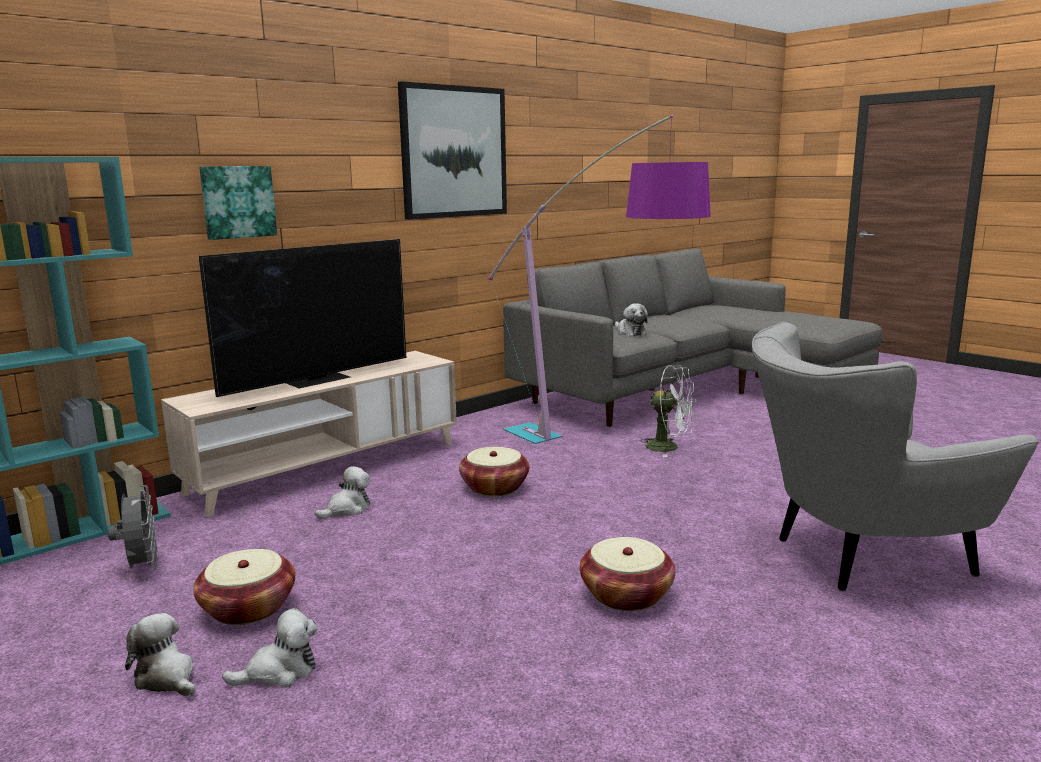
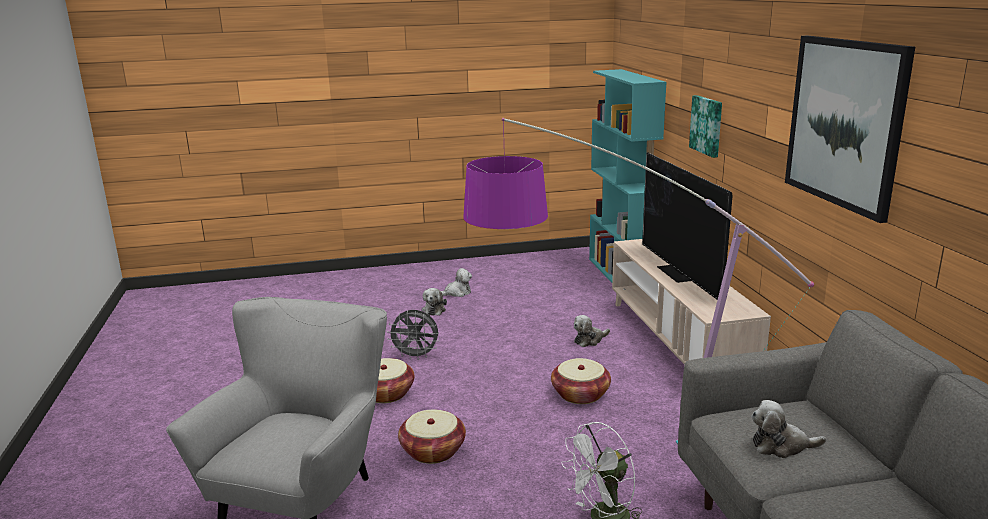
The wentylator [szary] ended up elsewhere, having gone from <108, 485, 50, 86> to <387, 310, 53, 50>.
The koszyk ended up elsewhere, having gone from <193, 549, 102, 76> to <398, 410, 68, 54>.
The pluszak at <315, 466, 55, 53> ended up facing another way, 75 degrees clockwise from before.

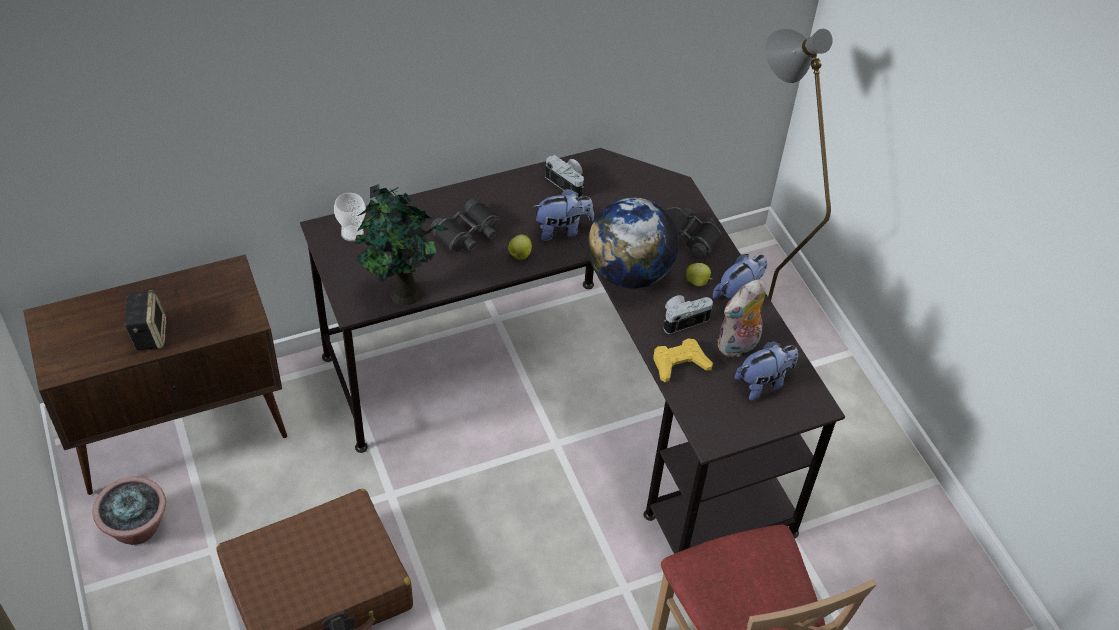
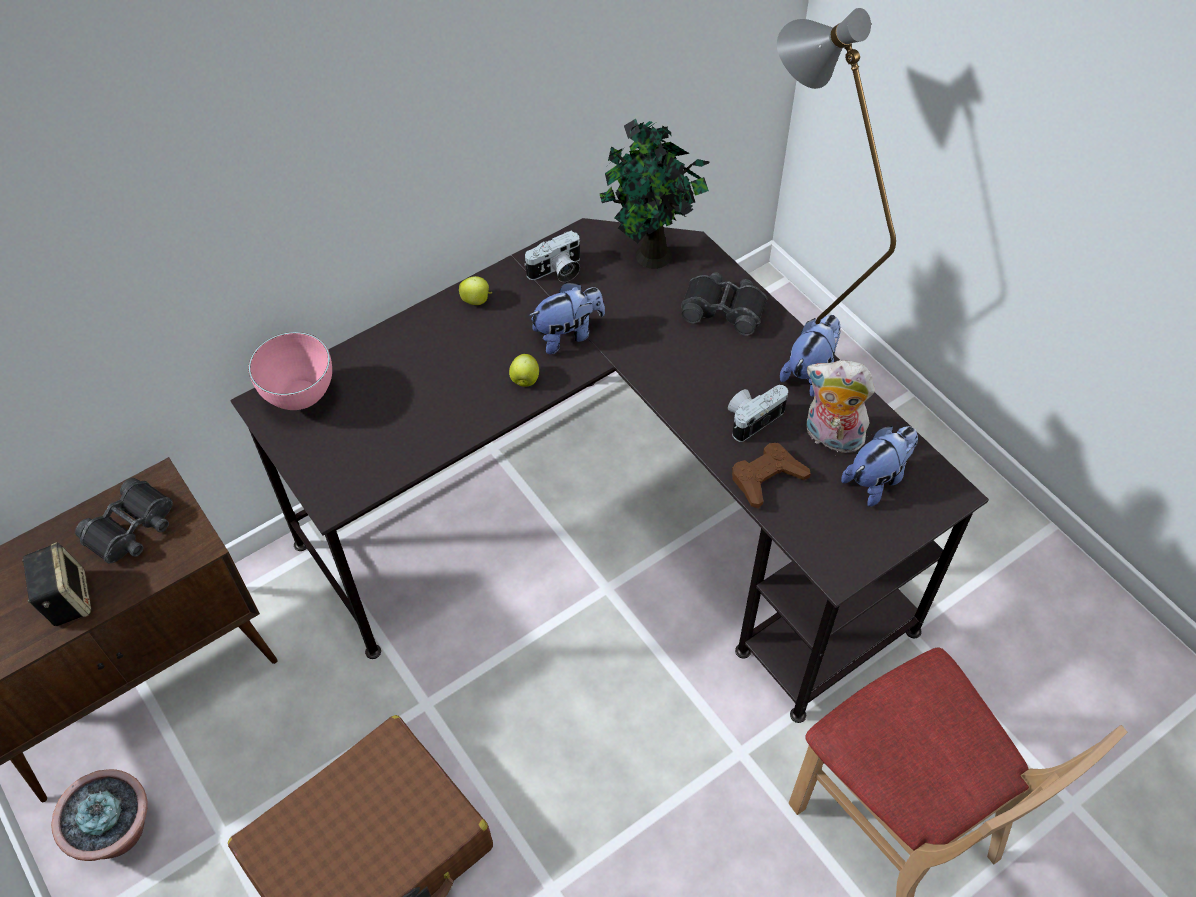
The lornetka [czarny] ended up elsewhere, having gone from <431, 198, 69, 53> to <75, 478, 98, 85>.
Where the filiżanka stood at <334, 193, 32, 48>, the miska [różowy] came to stand at <248, 332, 84, 78>.
The jabłko ended up elsewhere, having gone from <686, 263, 27, 23> to <459, 276, 33, 29>.
The aparat fotograficzny at <545, 155, 39, 44> ended up facing another way, 120 degrees clockwise from before.
The roślina doniczkowa ended up elsewhere, having gone from <355, 184, 94, 121> to <600, 119, 110, 150>.
What was the pad do gier [żółty] at <653, 339, 60, 43> turned into the pad do gier [brązowy] at <732, 443, 79, 66>.
The pluszak at <717, 279, 48, 78> ended up facing another way, 75 degrees clockwise from before.
The second view lost the globus at <588, 198, 91, 91>.

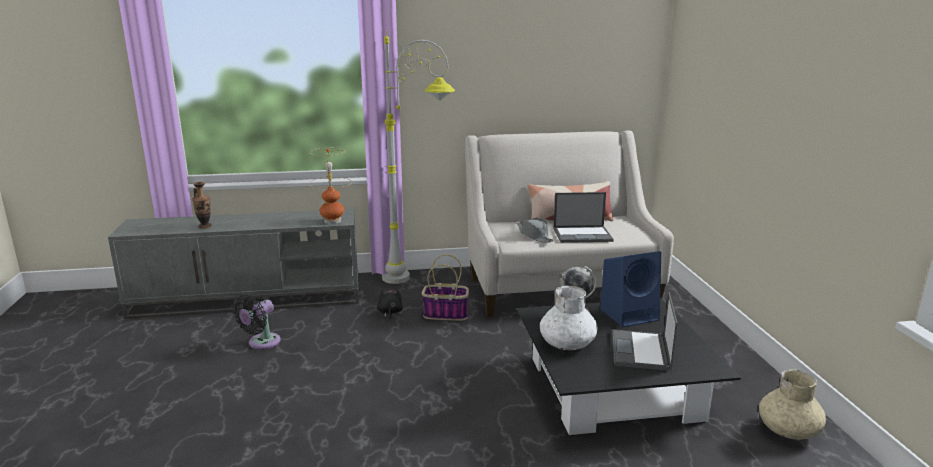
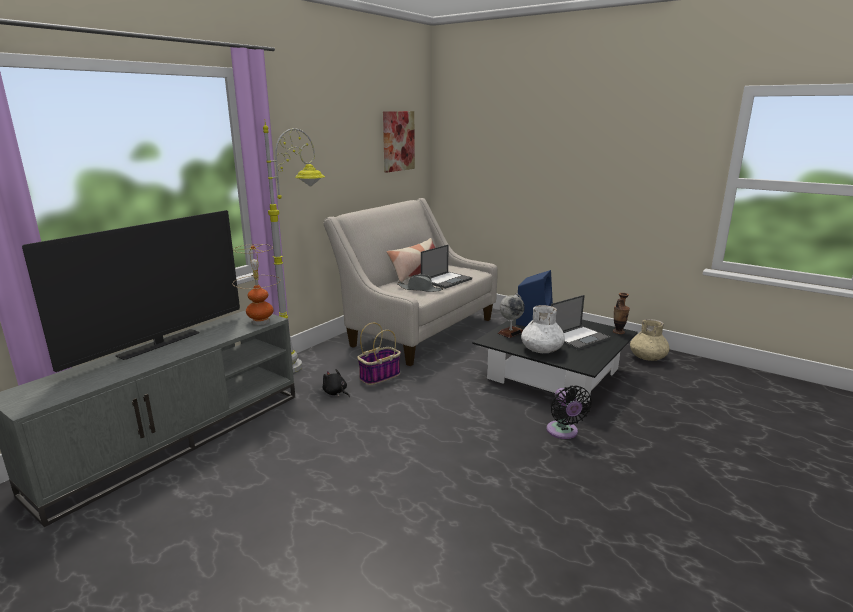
The second view gained the telewizor at <22, 210, 218, 162>.
The second view gained the obraz at <383, 111, 32, 62>.
The wentylator [czarny] ended up elsewhere, having gone from <234, 294, 47, 55> to <547, 386, 45, 53>.
The laptop at <612, 292, 66, 79> ended up facing another way, 90 degrees counterclockwise from before.
The wazon ended up elsewhere, having gone from <192, 182, 20, 47> to <613, 293, 17, 41>.

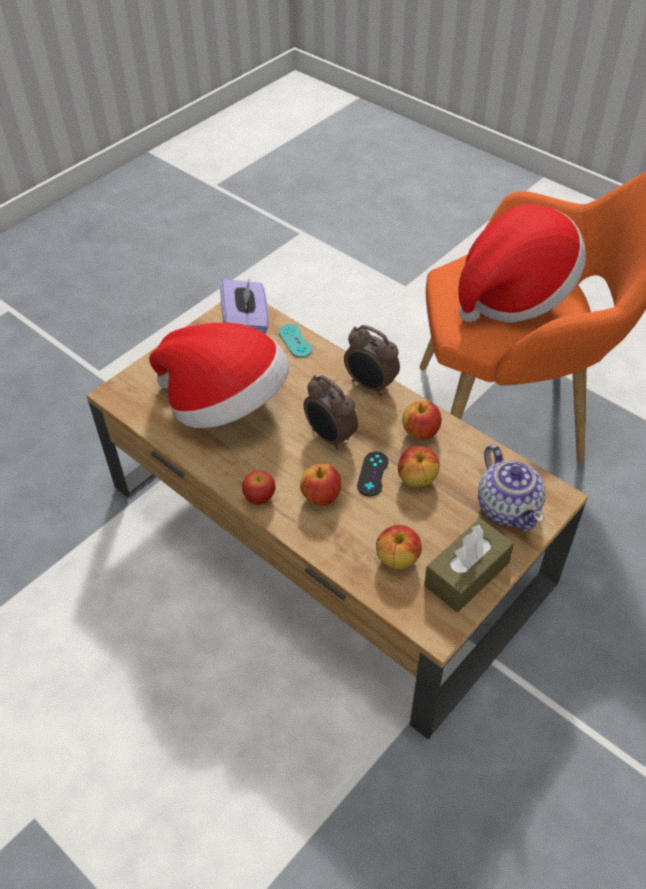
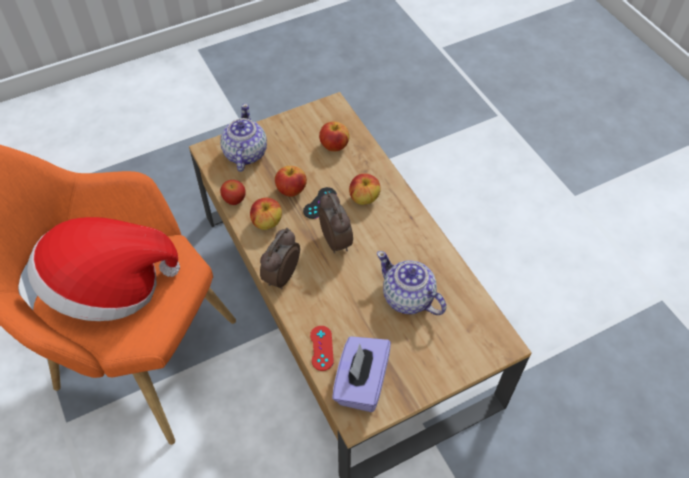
The jabłko ended up elsewhere, having gone from <242, 470, 34, 35> to <220, 180, 26, 25>.
The budzik at <344, 325, 56, 71> ended up facing another way, 120 degrees counterclockwise from before.
What was the pad do gier [turkusowy] at <279, 324, 33, 34> turned into the pad do gier [czerwony] at <310, 326, 24, 45>.
Where the kapelusz stood at <149, 323, 140, 105>, the imbryk came to stand at <377, 251, 69, 64>.
The second view lost the pudełko chusteczek [brązowy] at <424, 518, 90, 94>.

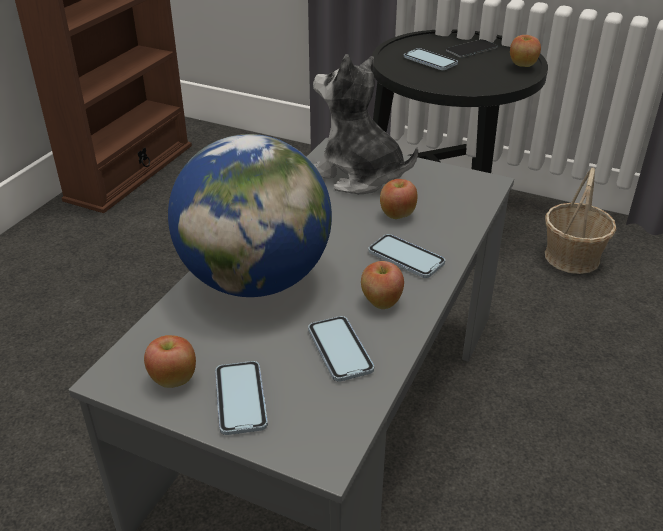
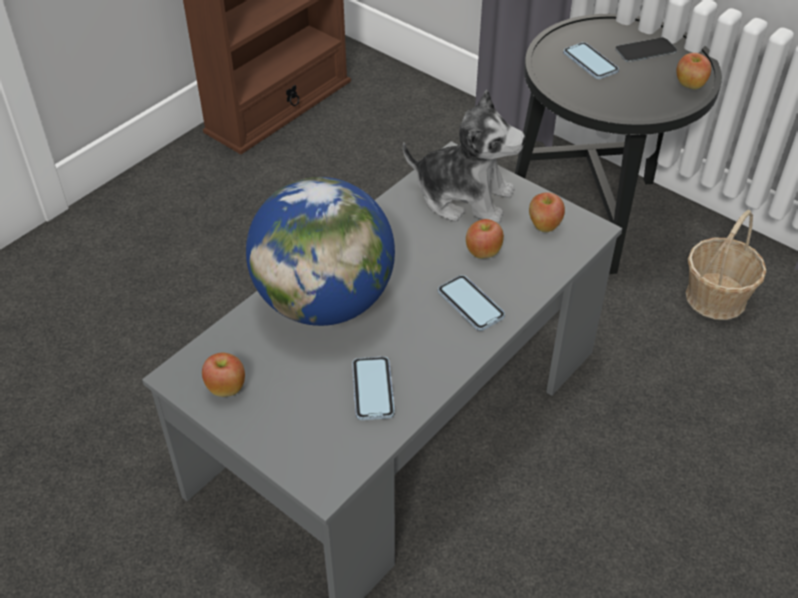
The pluszak at <313, 54, 105, 140> ended up facing another way, 150 degrees clockwise from before.
The jabłko ended up elsewhere, having gone from <361, 261, 43, 48> to <529, 192, 36, 40>.
The second view lost the telefon at <215, 361, 53, 74>.

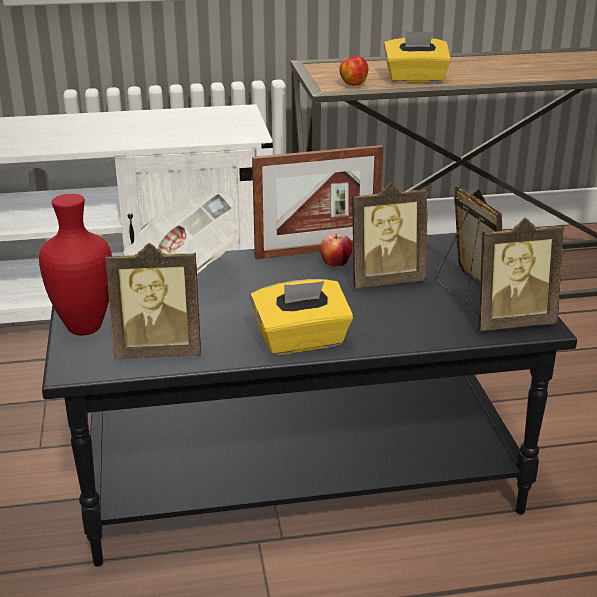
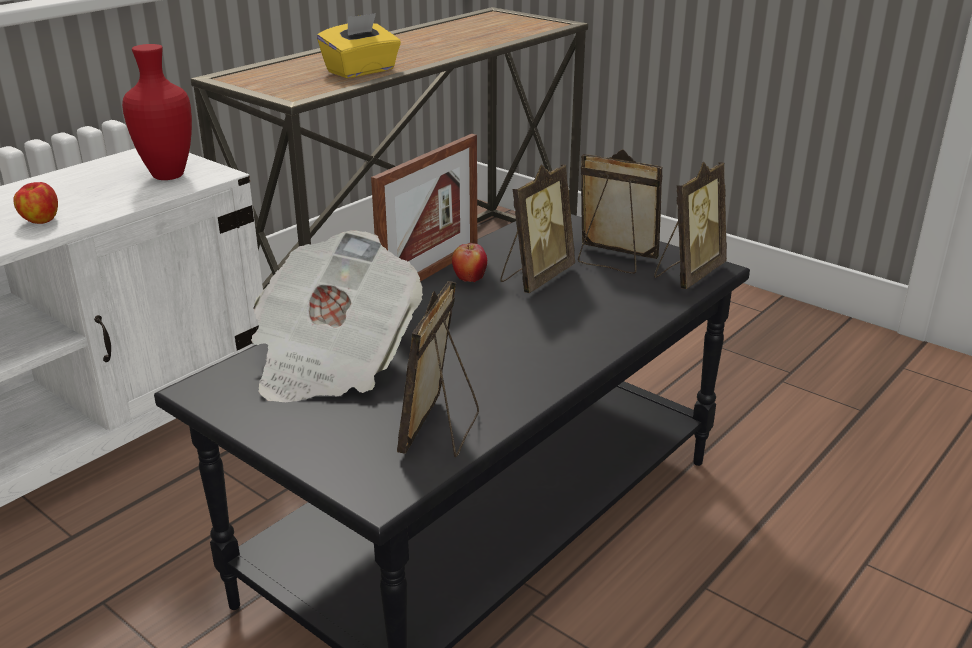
The jabłko ended up elsewhere, having gone from <339, 56, 29, 30> to <13, 182, 45, 42>.
The wazon [czerwony] ended up elsewhere, having gone from <39, 194, 73, 142> to <122, 44, 70, 136>.
The ramka na zdjęcie at <105, 243, 96, 116> ended up facing another way, 150 degrees clockwise from before.
The second view lost the pudełko chusteczek [żółty] at <250, 279, 103, 76>.

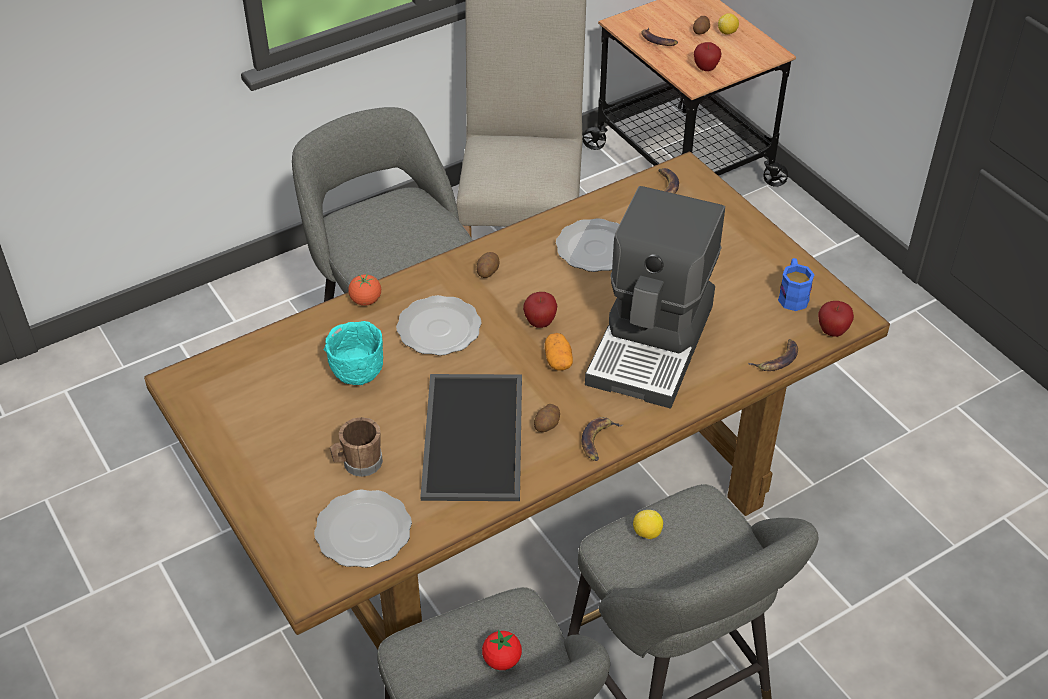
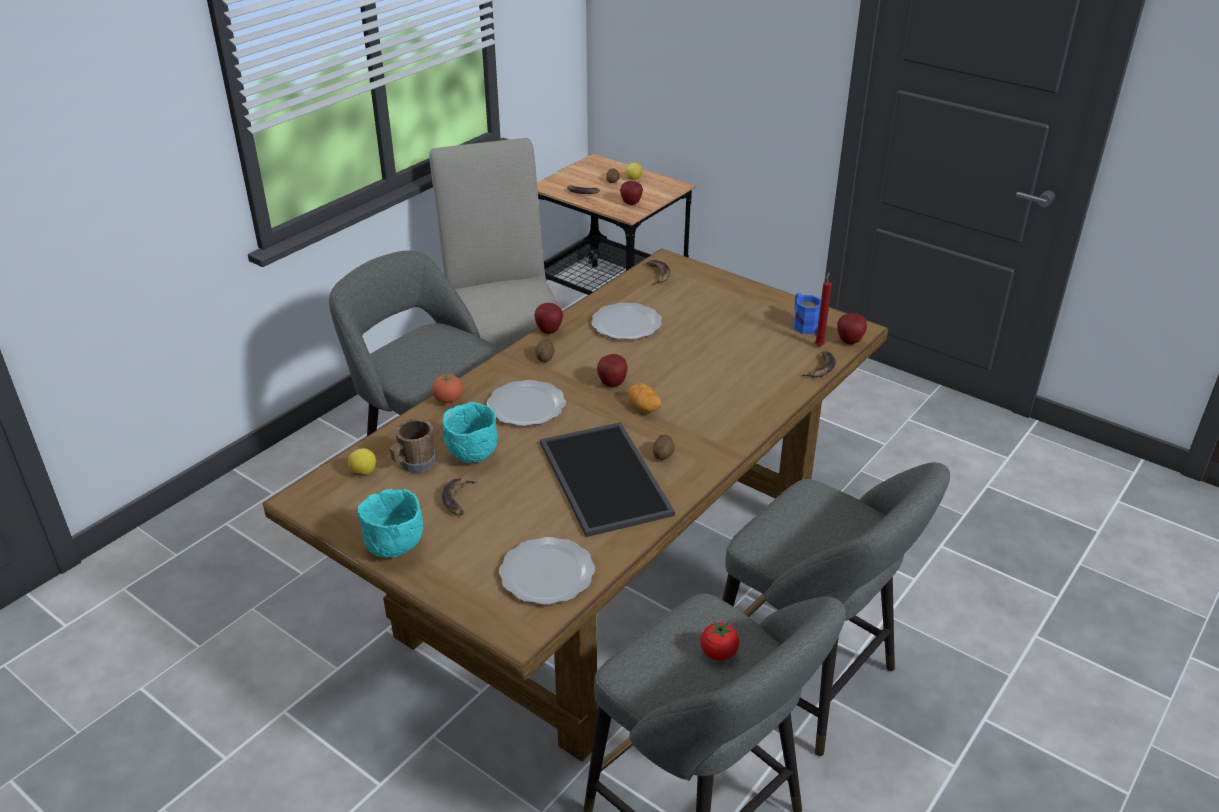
The cytryna ended up elsewhere, having gone from <633, 510, 30, 29> to <348, 448, 28, 26>.
The second view gained the miska [turkusowy] at <358, 489, 65, 69>.
The kubek [brązowy] ended up elsewhere, having gone from <330, 417, 53, 60> to <390, 419, 46, 54>.
The banan ended up elsewhere, having gone from <581, 417, 43, 44> to <442, 478, 36, 37>.
The second view gained the jabłko at <534, 303, 29, 31>.
The second view gained the świeca [czerwony] at <815, 272, 17, 75>.
The second view lost the ekspres do kawy at <585, 186, 140, 223>.

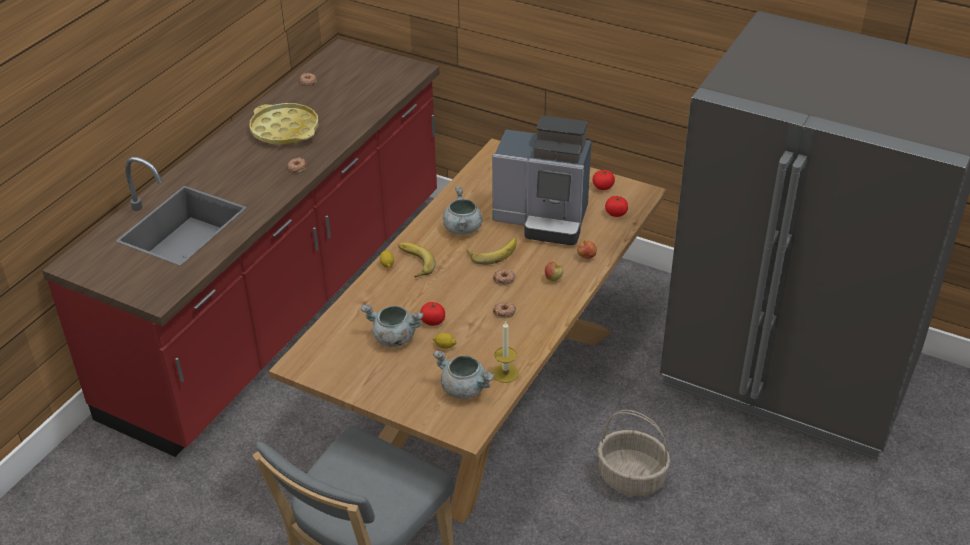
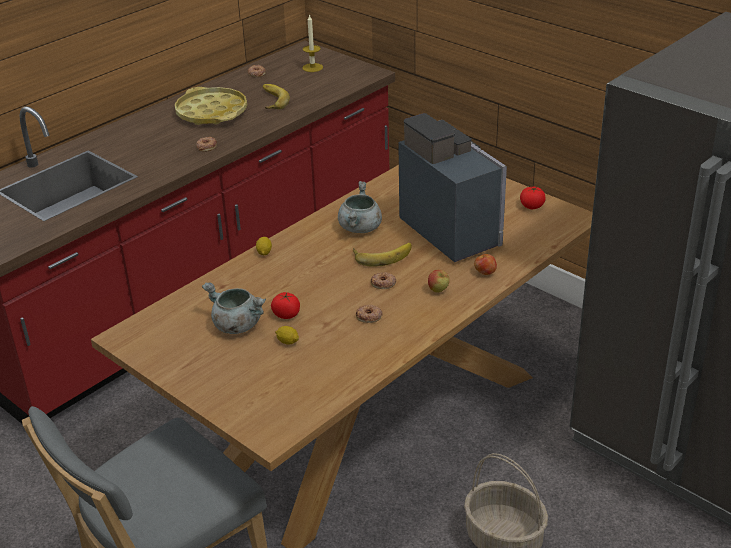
The banan ended up elsewhere, having gone from <398, 243, 37, 34> to <263, 84, 27, 25>.
The świeca ended up elsewhere, having gone from <492, 320, 27, 63> to <302, 14, 21, 58>.
The ekspres do kawy at <492, 116, 99, 129> ended up facing another way, 150 degrees counterclockwise from before.
The second view lost the garnek [szary] at <433, 351, 62, 48>.
The second view lost the pomidor at <605, 196, 23, 21>.

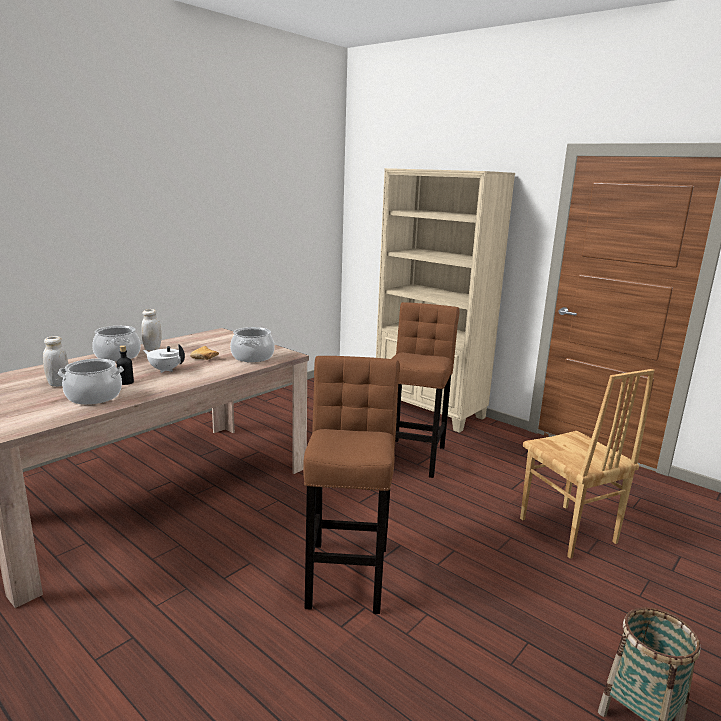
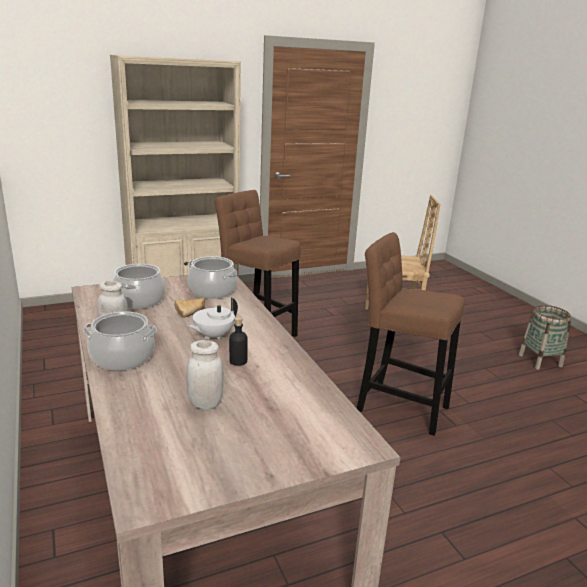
The garnek ended up elsewhere, having gone from <58, 359, 66, 45> to <112, 264, 53, 45>.

